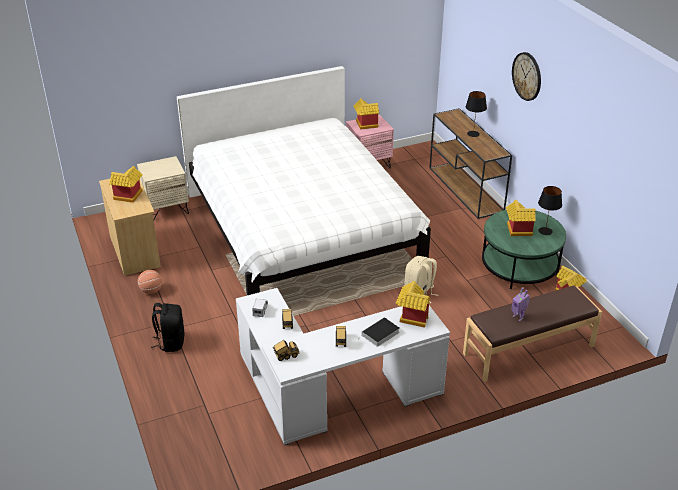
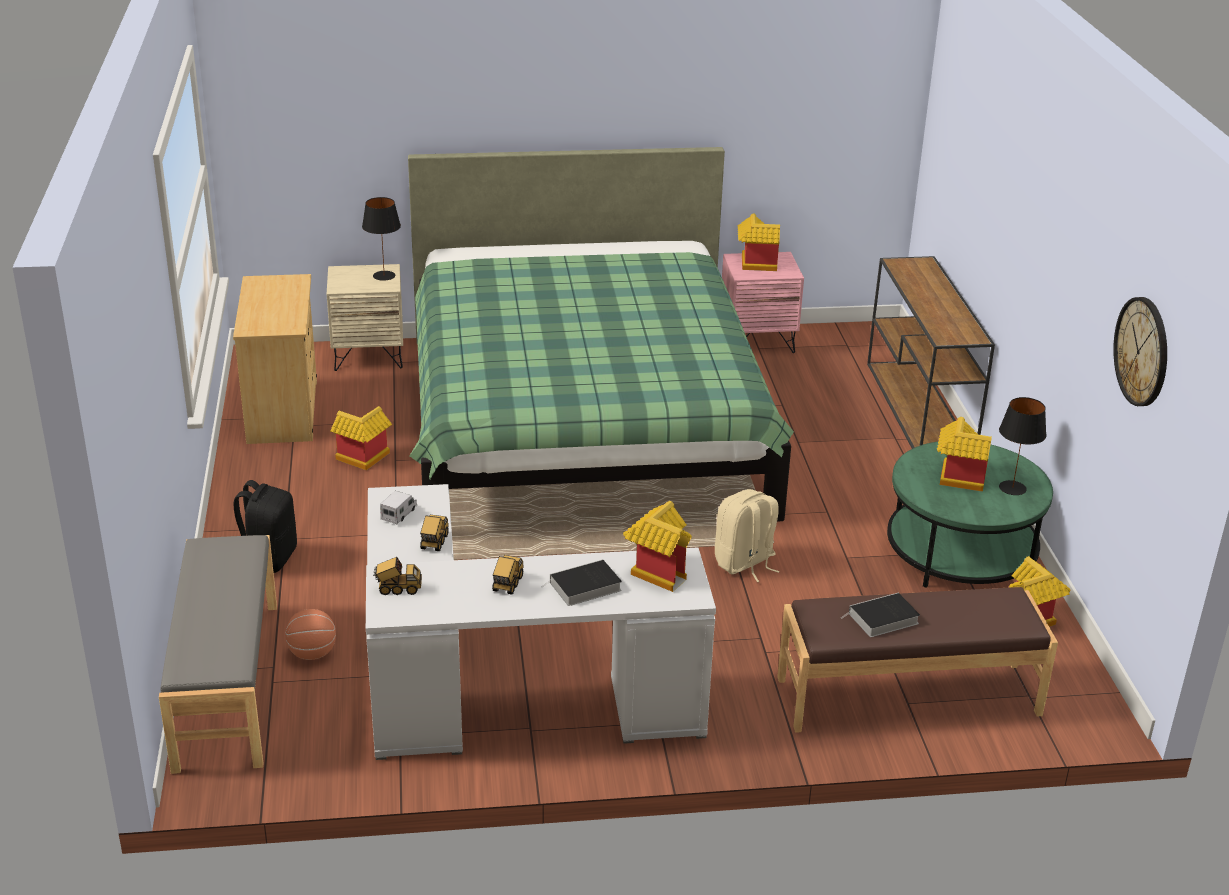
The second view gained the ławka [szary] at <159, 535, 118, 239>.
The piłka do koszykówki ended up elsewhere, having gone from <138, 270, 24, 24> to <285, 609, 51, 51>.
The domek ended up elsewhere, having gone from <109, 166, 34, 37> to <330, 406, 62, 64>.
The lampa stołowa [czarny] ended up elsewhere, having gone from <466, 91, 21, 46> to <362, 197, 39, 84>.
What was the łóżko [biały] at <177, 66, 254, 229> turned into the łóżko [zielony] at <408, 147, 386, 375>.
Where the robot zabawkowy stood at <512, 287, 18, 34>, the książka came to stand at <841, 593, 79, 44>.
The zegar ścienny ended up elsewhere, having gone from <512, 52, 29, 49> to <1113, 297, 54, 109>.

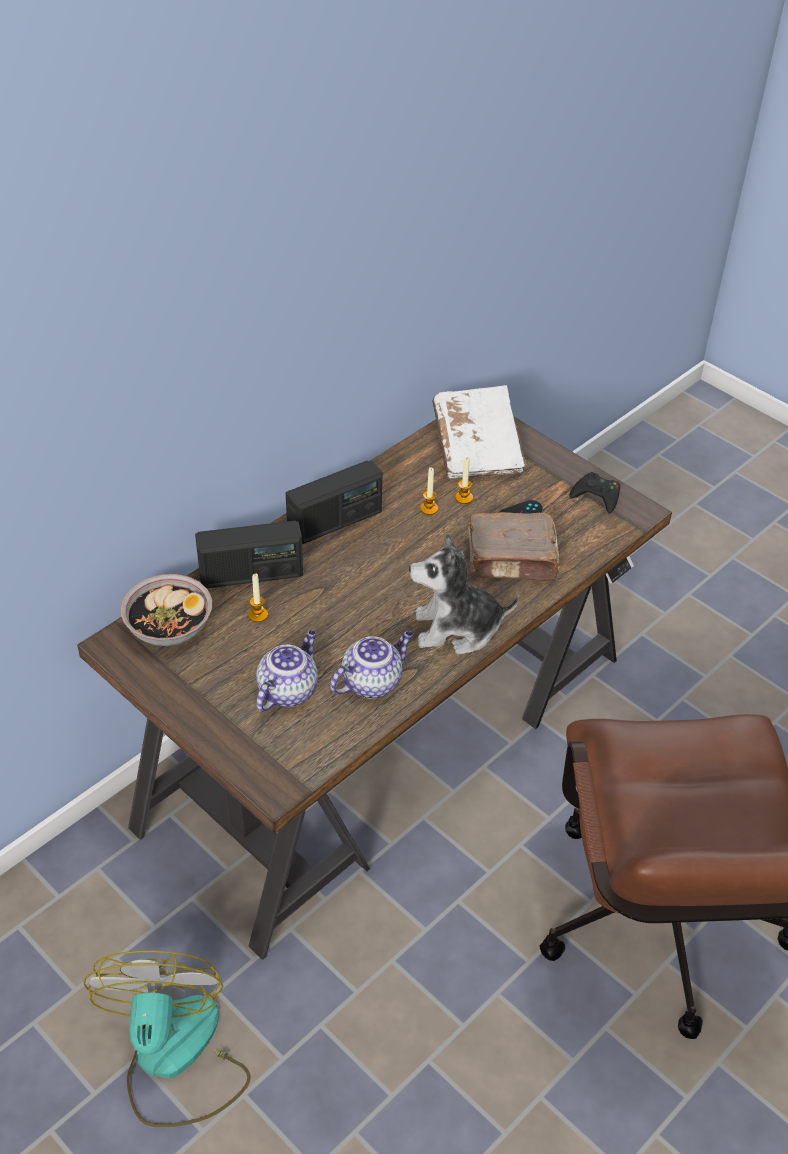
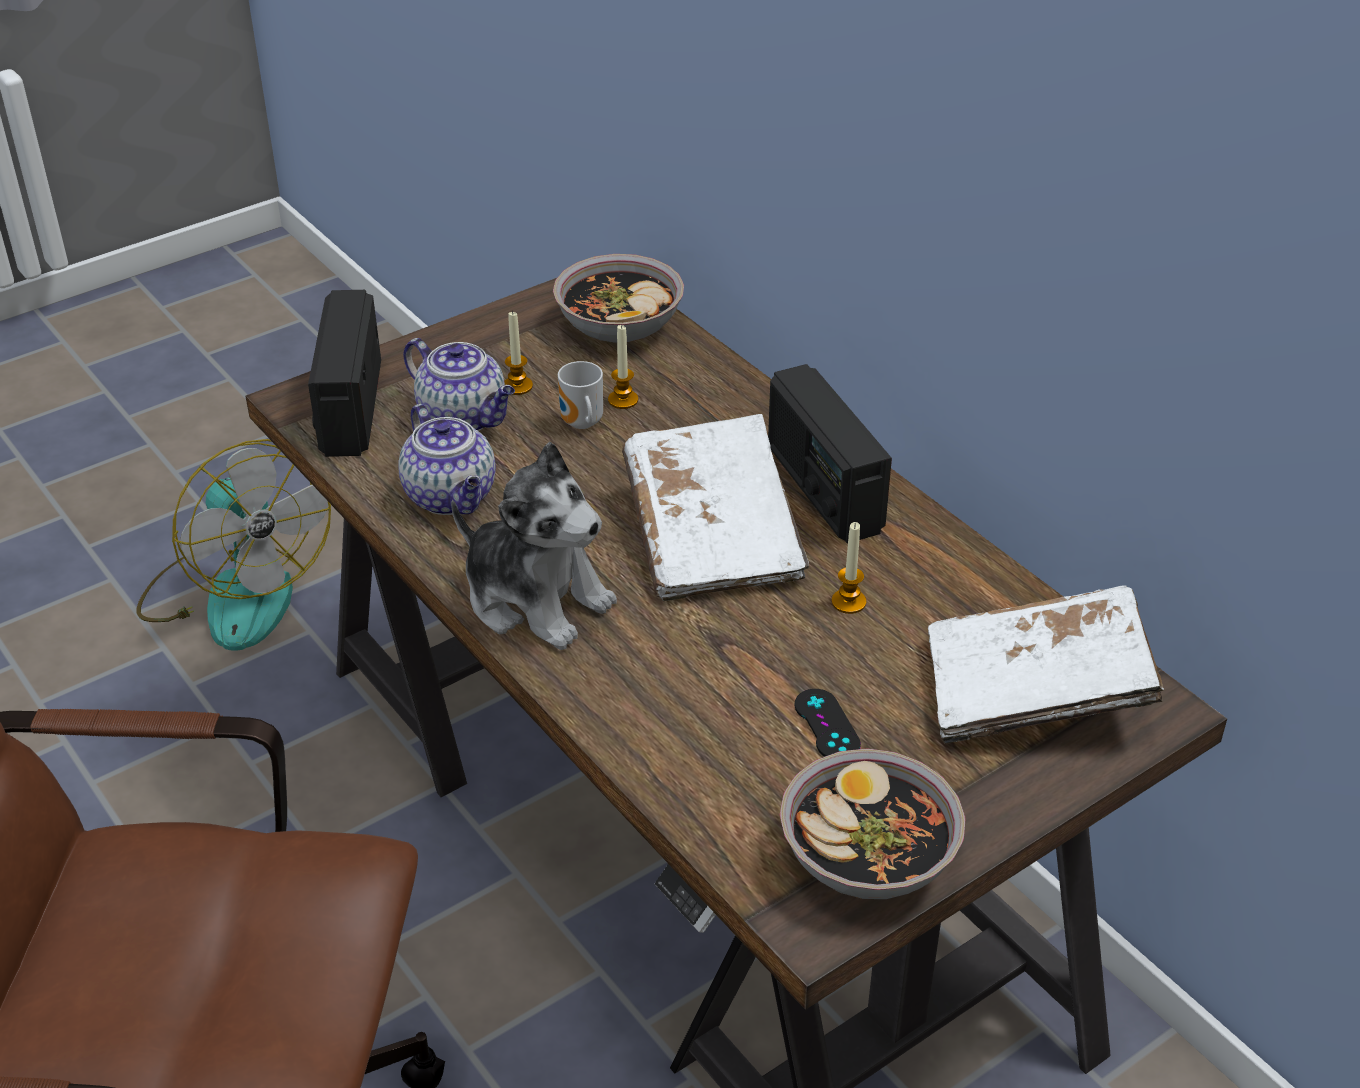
The wentylator at <83, 950, 168, 178> ended up facing another way, 45 degrees clockwise from before.
The radio ended up elsewhere, having gone from <195, 521, 108, 67> to <308, 290, 73, 167>.
The pluszak at <409, 532, 111, 123> ended up facing another way, 120 degrees clockwise from before.
The świeca ended up elsewhere, having gone from <455, 457, 18, 47> to <504, 311, 29, 84>.
The second view gained the kubek at <558, 361, 45, 68>.
The second view gained the książka [biały] at <622, 414, 187, 187>.
Where the pad do gier [czarny] stood at <569, 472, 51, 42>, the miska came to stand at <780, 748, 186, 151>.
The second view lost the książka [brązowy] at <468, 512, 92, 69>.

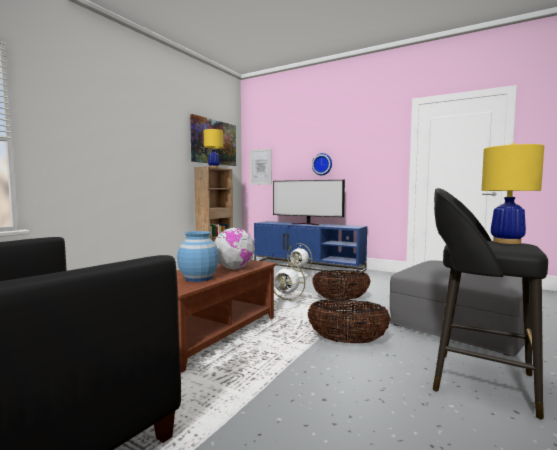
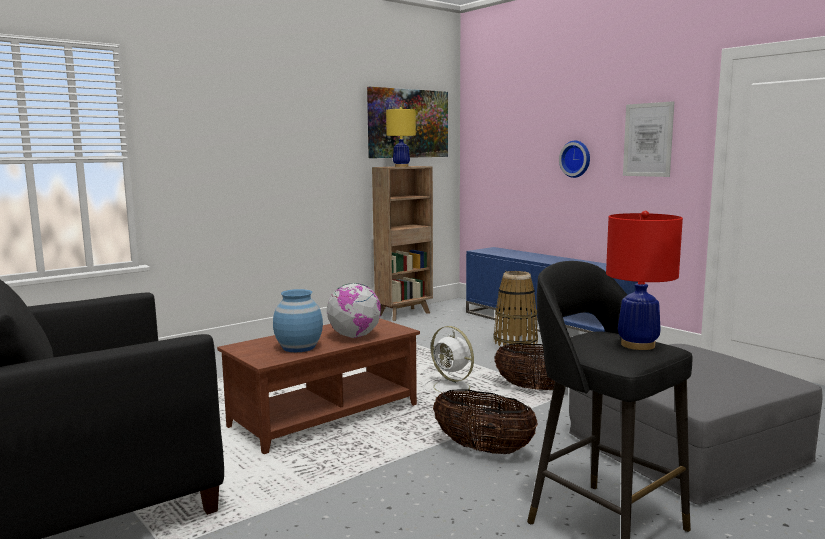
Where the wentylator [biały] stood at <287, 243, 27, 36>, the koszyk came to stand at <493, 271, 45, 77>.
What was the lampa stołowa [żółty] at <482, 143, 62, 101> turned into the lampa stołowa [czerwony] at <606, 211, 77, 139>.
The obraz ended up elsewhere, having gone from <250, 149, 22, 36> to <623, 101, 51, 76>.
The second view lost the telewizor at <273, 180, 72, 45>.

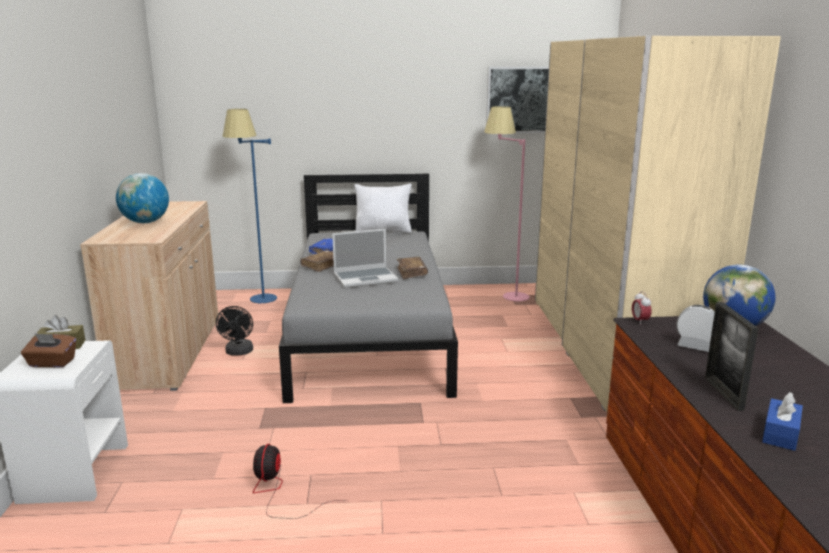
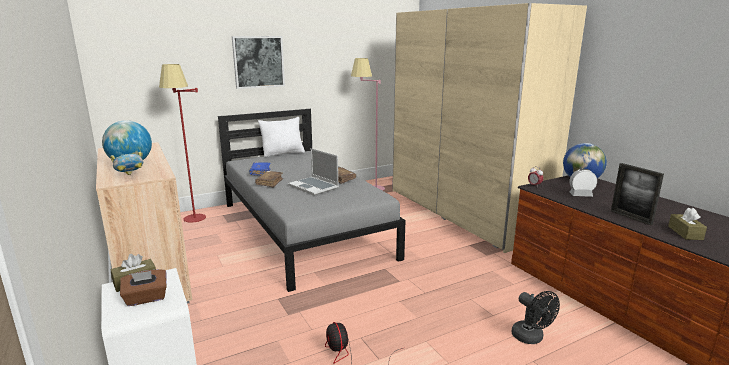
The second view gained the miska at <110, 152, 33, 23>.
What was the lampa stojąca [niebieski] at <222, 109, 55, 194> turned into the lampa stojąca [czerwony] at <159, 64, 47, 159>.
The obraz ended up elsewhere, having gone from <486, 66, 63, 67> to <232, 36, 53, 53>.
The laptop at <332, 229, 66, 59> ended up facing another way, 90 degrees clockwise from before.
The wentylator [czarny] ended up elsewhere, having gone from <216, 306, 37, 50> to <511, 291, 49, 53>.
What was the pudełko chusteczek [niebieski] at <762, 392, 41, 59> turned into the pudełko chusteczek [brązowy] at <668, 208, 39, 32>.

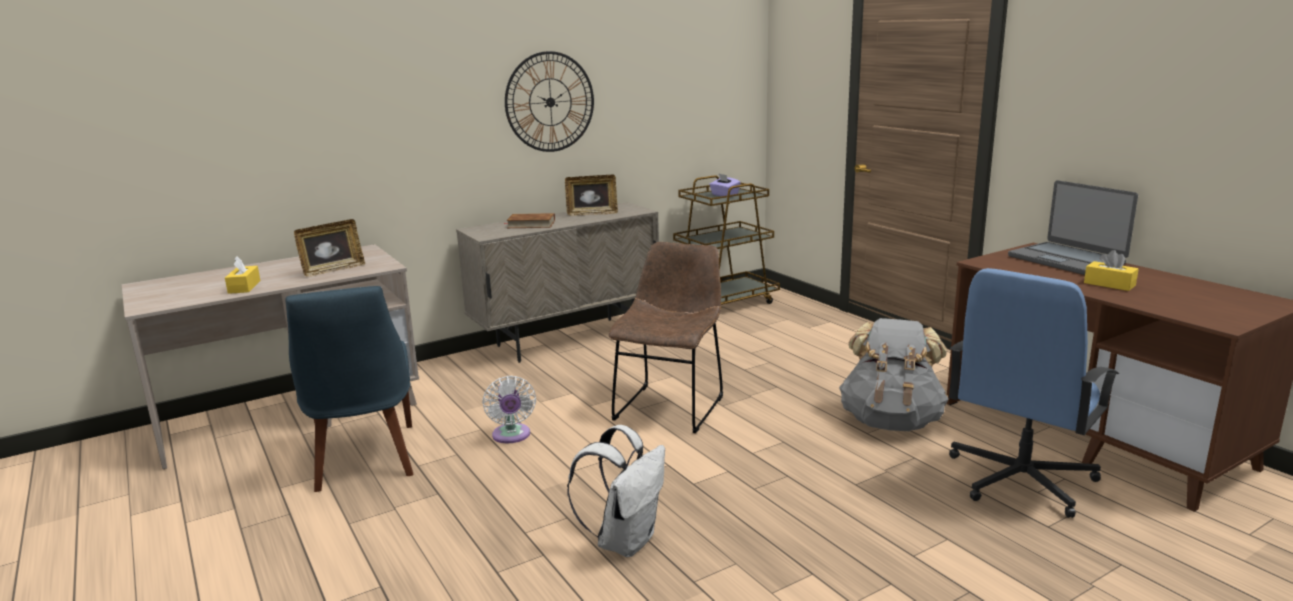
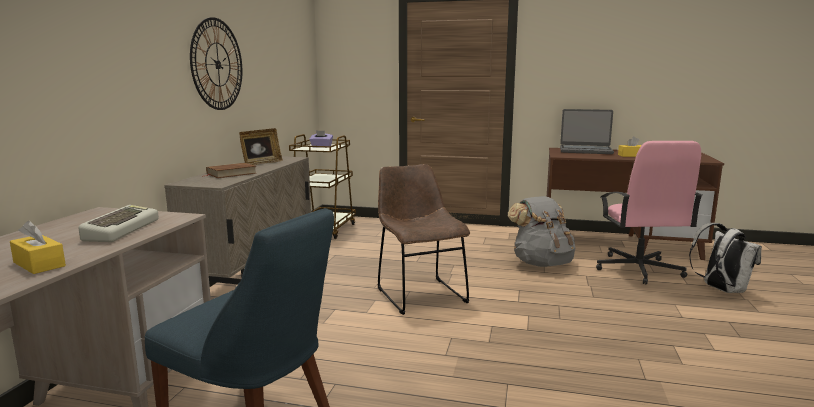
Where the ramka na zdjęcie stood at <294, 219, 71, 57>, the klawiatura came to stand at <79, 205, 80, 37>.
What was the krzesło biurowe [niebieski] at <949, 268, 170, 250> turned into the krzesło biurowe [różowy] at <596, 141, 107, 143>.
The plecak [biały] ended up elsewhere, having gone from <567, 425, 98, 132> to <689, 223, 73, 70>.
The second view lost the wentylator [biały] at <482, 376, 54, 67>.

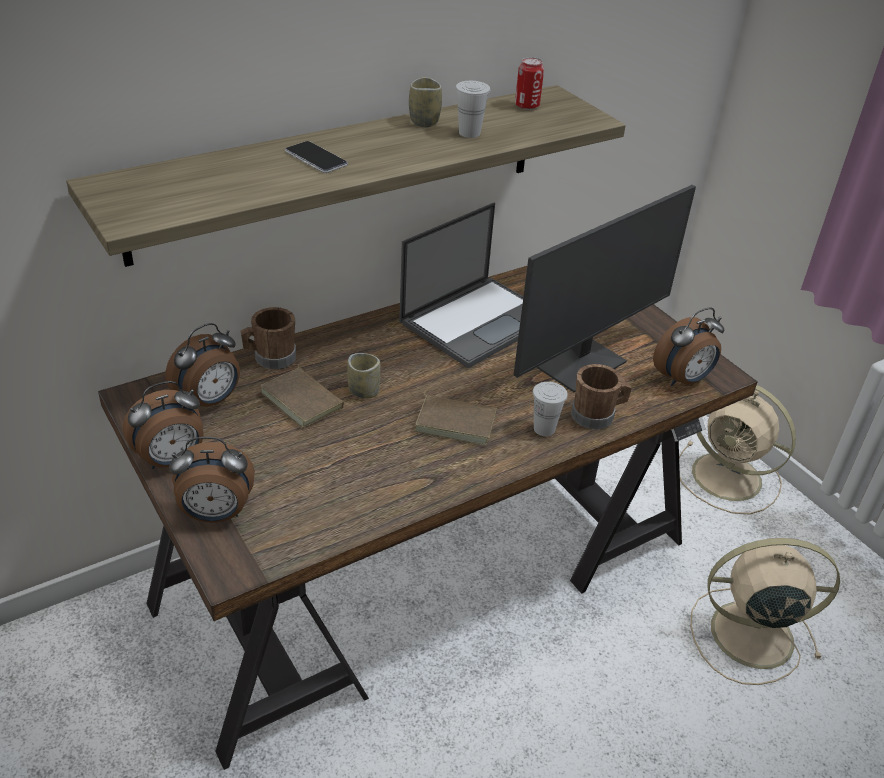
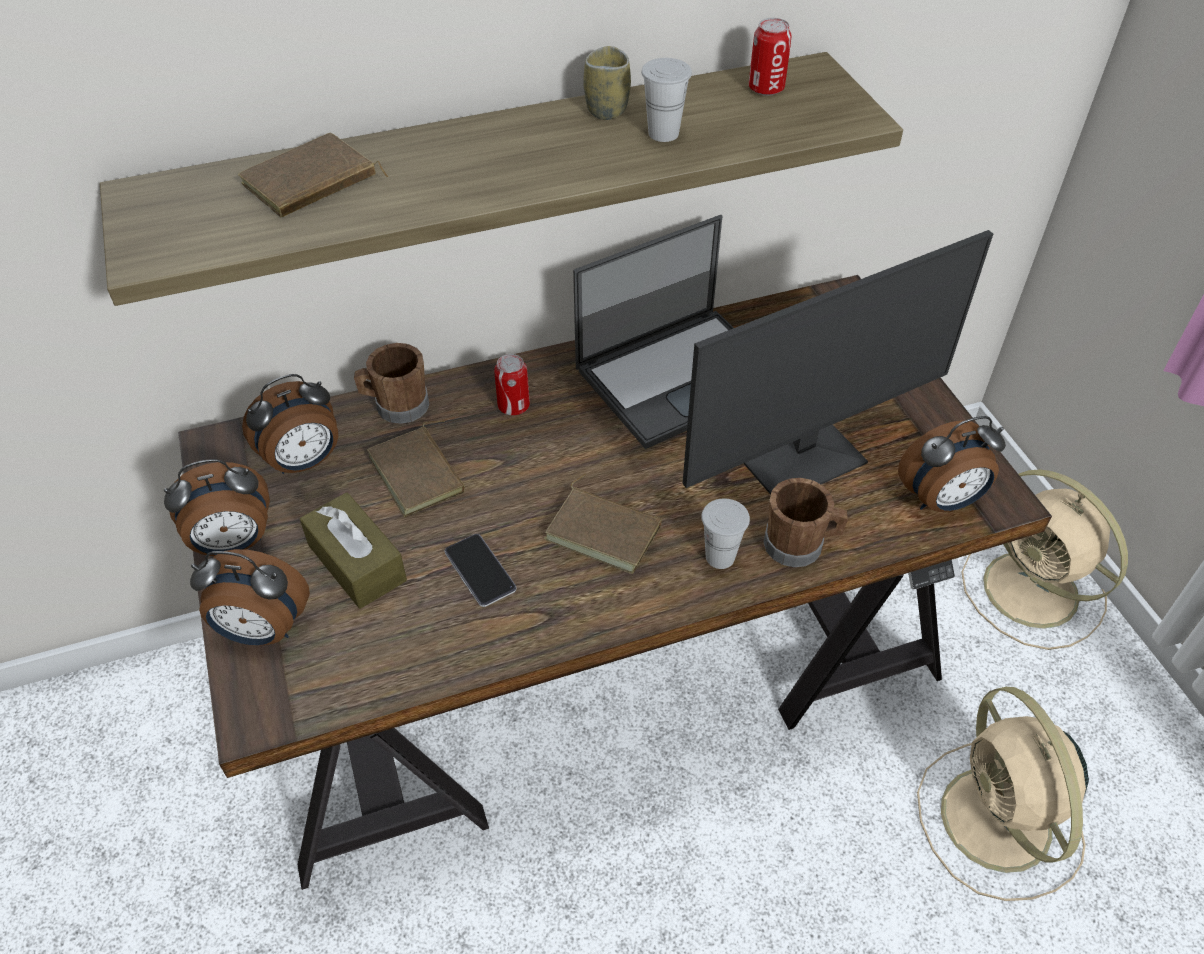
The second view gained the książka [brązowy] at <238, 132, 150, 85>.
The second view gained the pudełko chusteczek [brązowy] at <300, 492, 107, 117>.
The telefon ended up elsewhere, having gone from <285, 141, 63, 32> to <445, 534, 72, 73>.
The second view gained the puszka at <494, 354, 36, 61>.
The wentylator [beżowy] at <690, 538, 150, 147> ended up facing another way, 120 degrees counterclockwise from before.
The second view lost the filiżanka at <348, 353, 32, 45>.

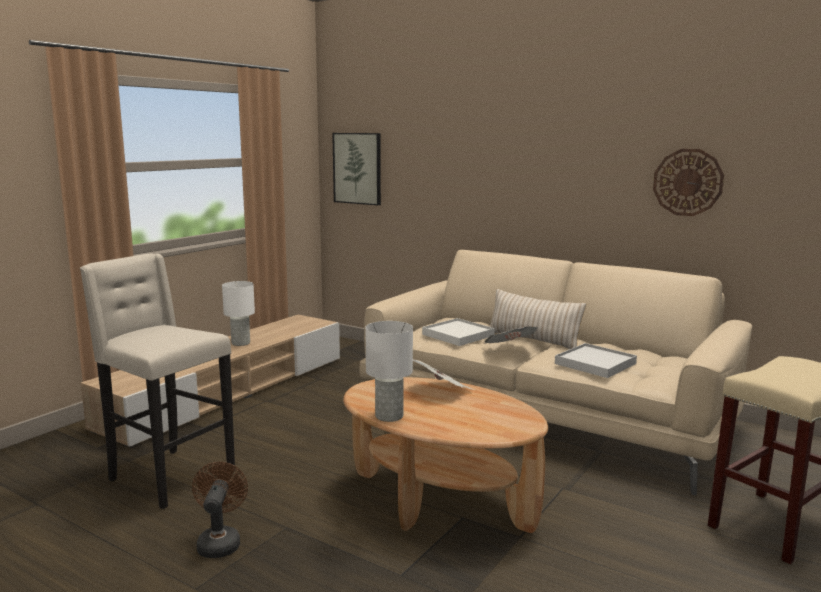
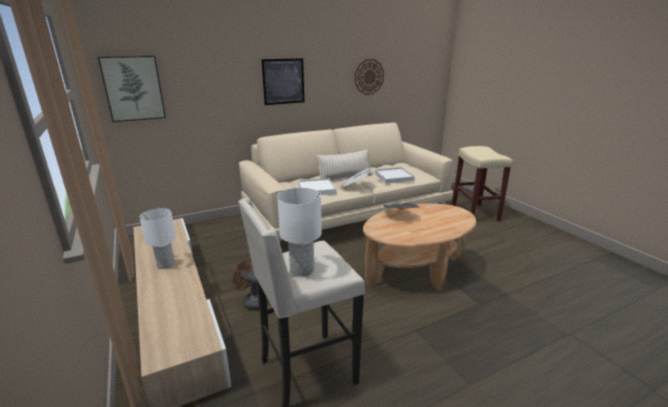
The wentylator [brązowy] ended up elsewhere, having gone from <192, 462, 56, 96> to <232, 260, 36, 51>.
The second view gained the obraz at <261, 58, 43, 47>.
The lampa stołowa [biały] ended up elsewhere, having gone from <365, 321, 48, 101> to <277, 188, 45, 89>.

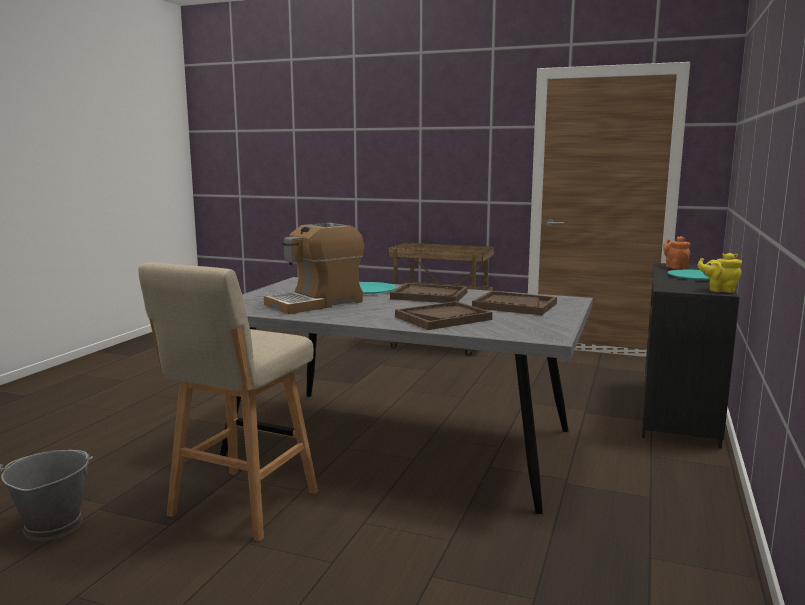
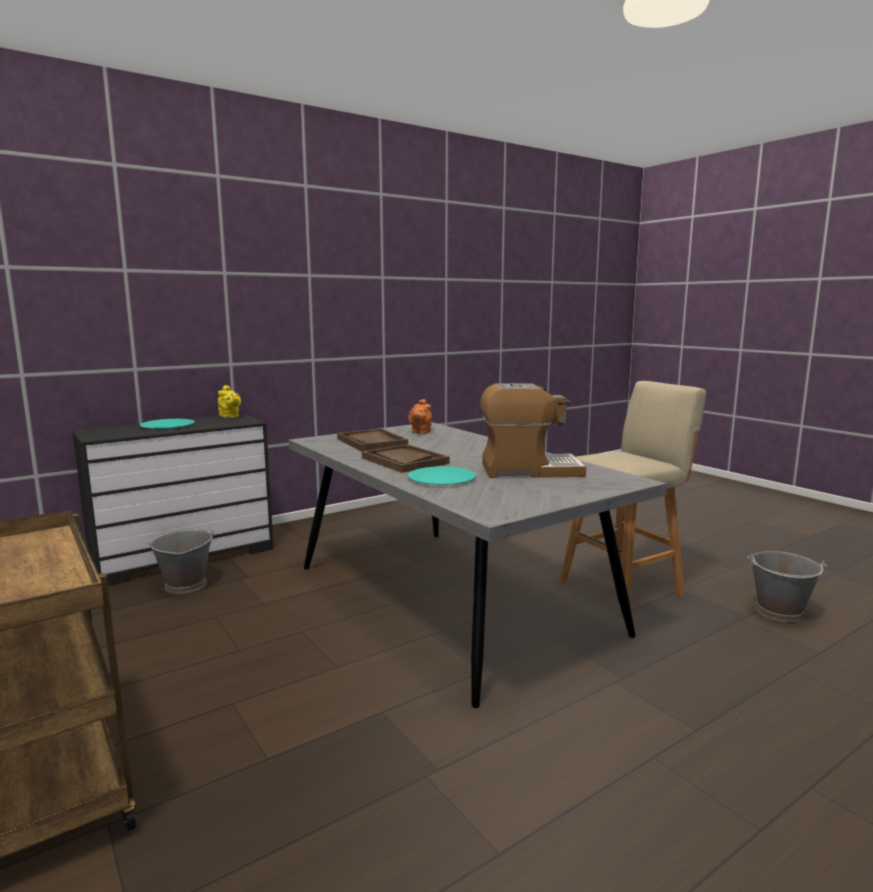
The second view gained the wiadro [szary] at <146, 529, 69, 65>.
The imbryk [pomarańczowy] ended up elsewhere, having gone from <663, 236, 27, 33> to <408, 399, 24, 35>.
The second view lost the taca [brązowy] at <395, 301, 97, 29>.

